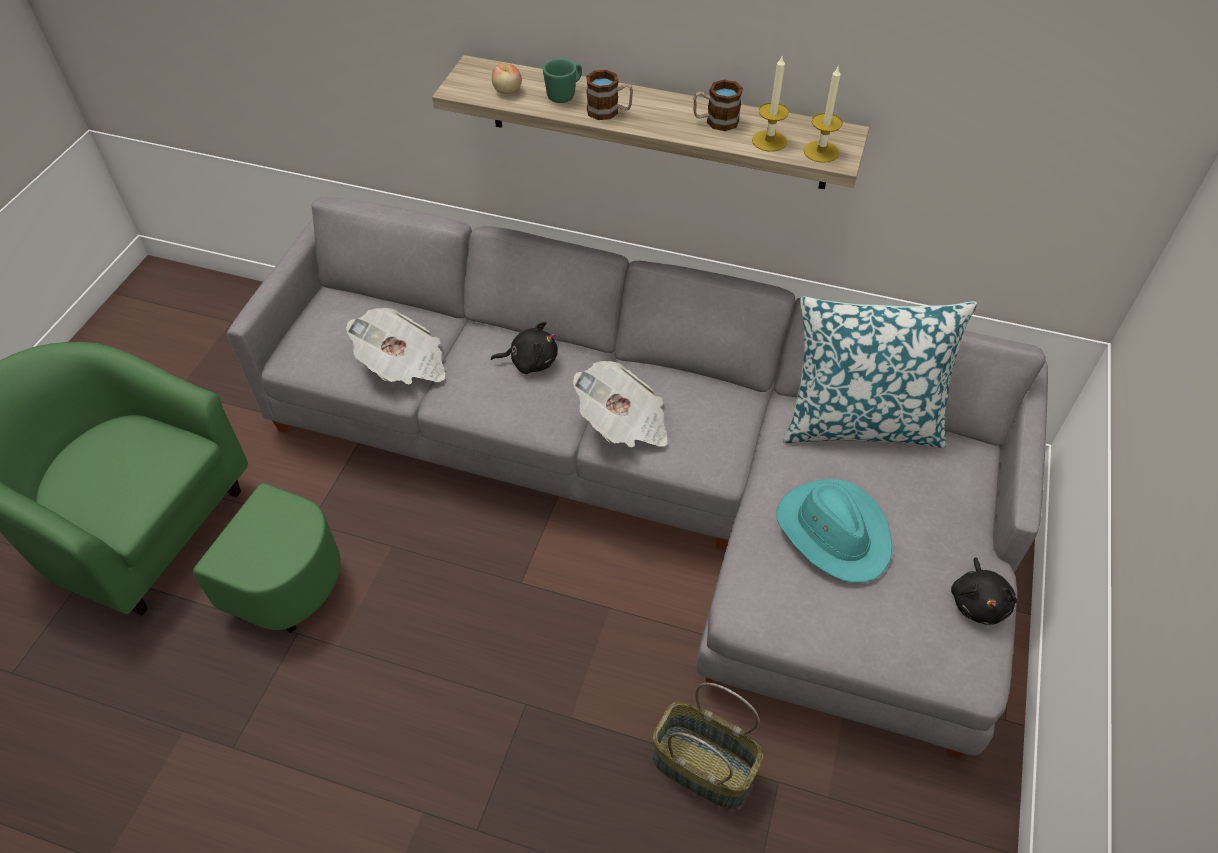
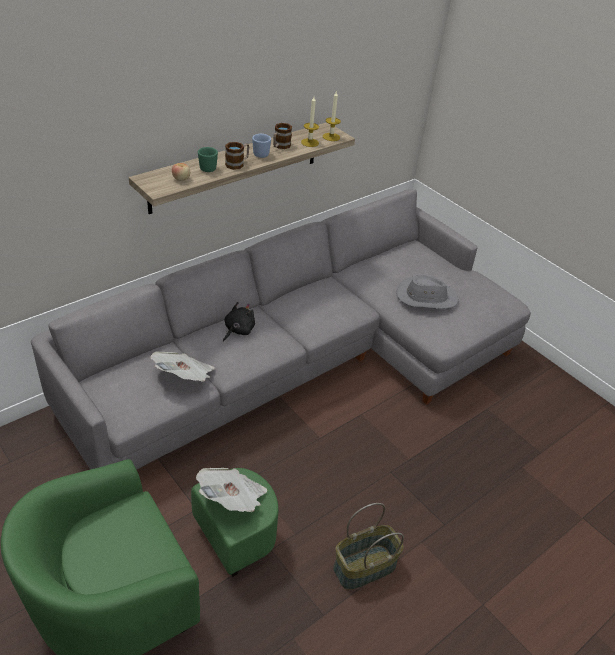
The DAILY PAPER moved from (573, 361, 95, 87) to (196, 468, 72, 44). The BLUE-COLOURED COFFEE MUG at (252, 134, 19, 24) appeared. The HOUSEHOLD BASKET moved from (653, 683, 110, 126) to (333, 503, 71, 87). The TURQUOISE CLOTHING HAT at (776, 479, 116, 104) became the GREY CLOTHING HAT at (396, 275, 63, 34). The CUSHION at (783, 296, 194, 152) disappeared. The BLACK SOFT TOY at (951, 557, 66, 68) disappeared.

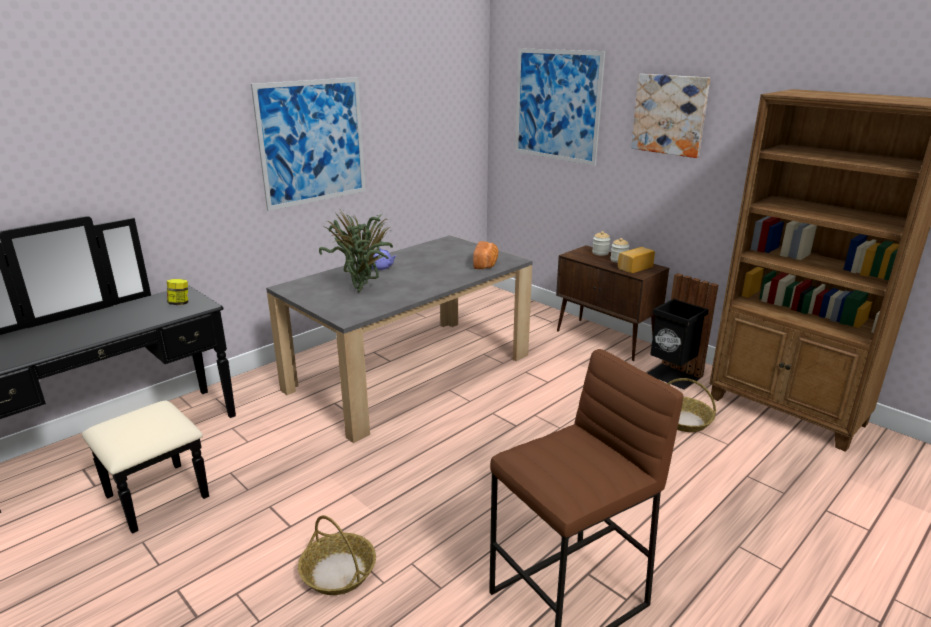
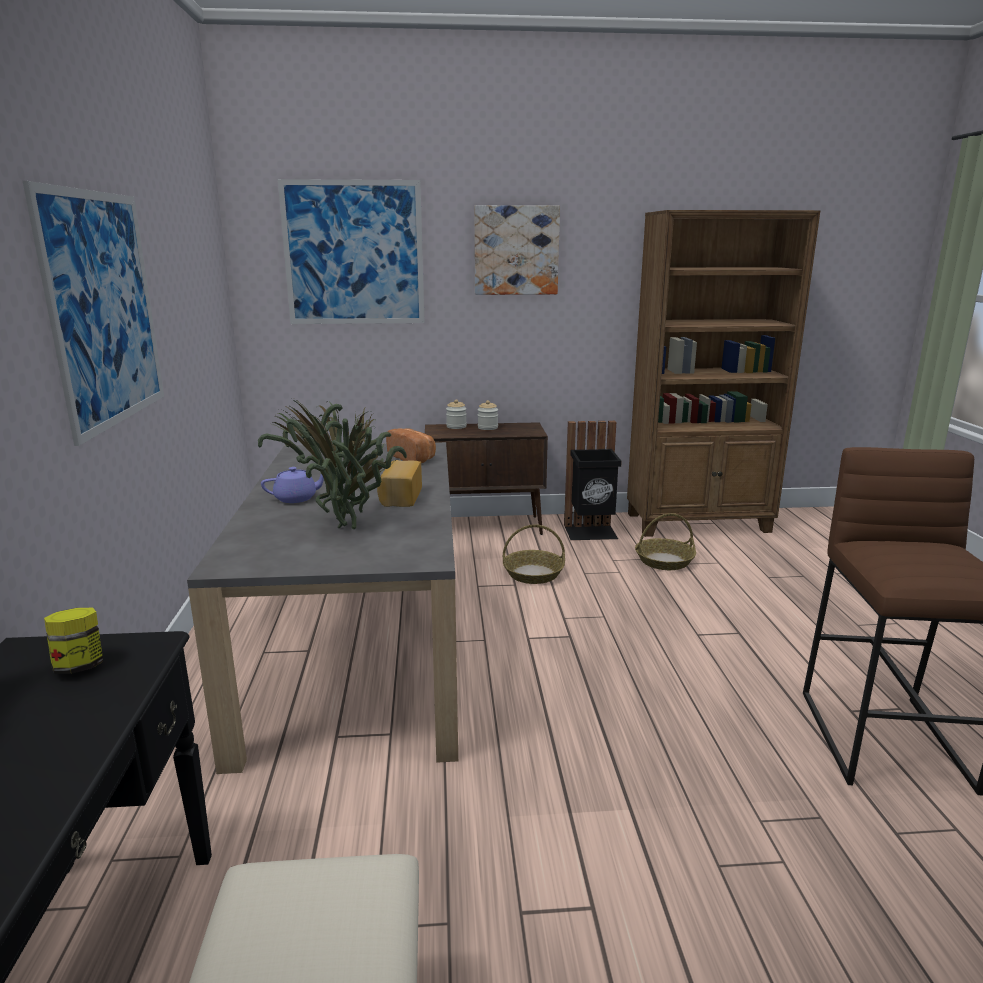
The BAKERY BREAD moved from (618, 247, 37, 26) to (377, 460, 45, 47). The HOUSEHOLD BASKET moved from (298, 515, 78, 80) to (503, 524, 62, 60).

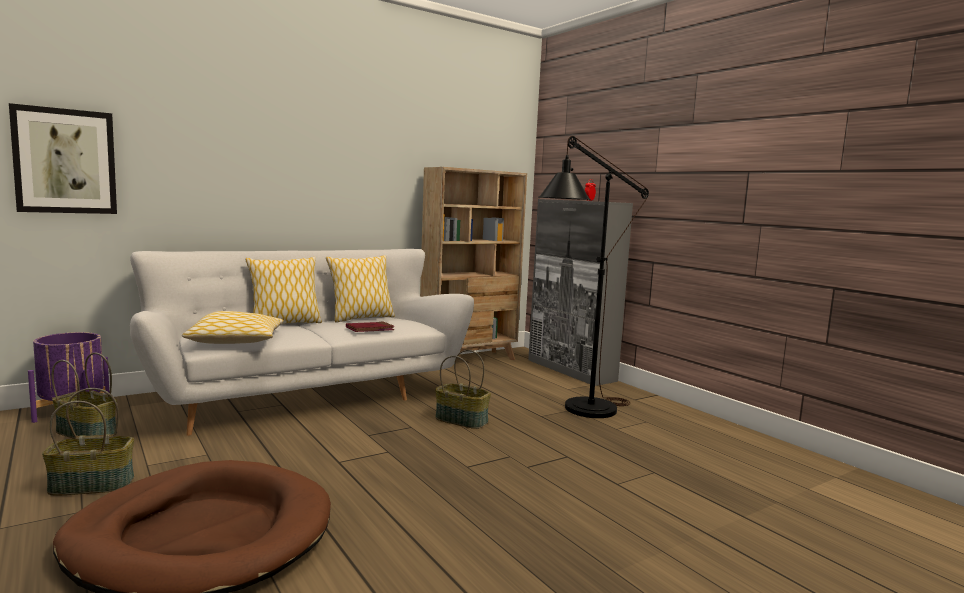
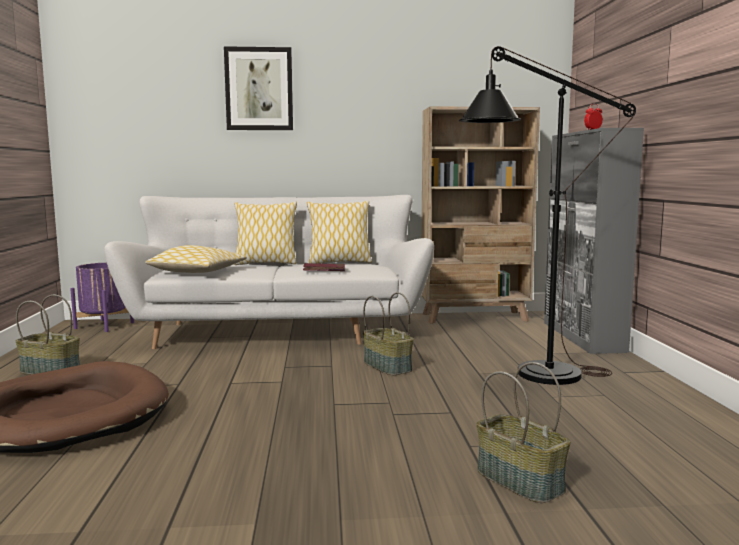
The PICTURE moved from (9, 103, 108, 111) to (224, 46, 69, 84). The HOUSEHOLD BASKET moved from (52, 353, 65, 85) to (477, 362, 93, 141).

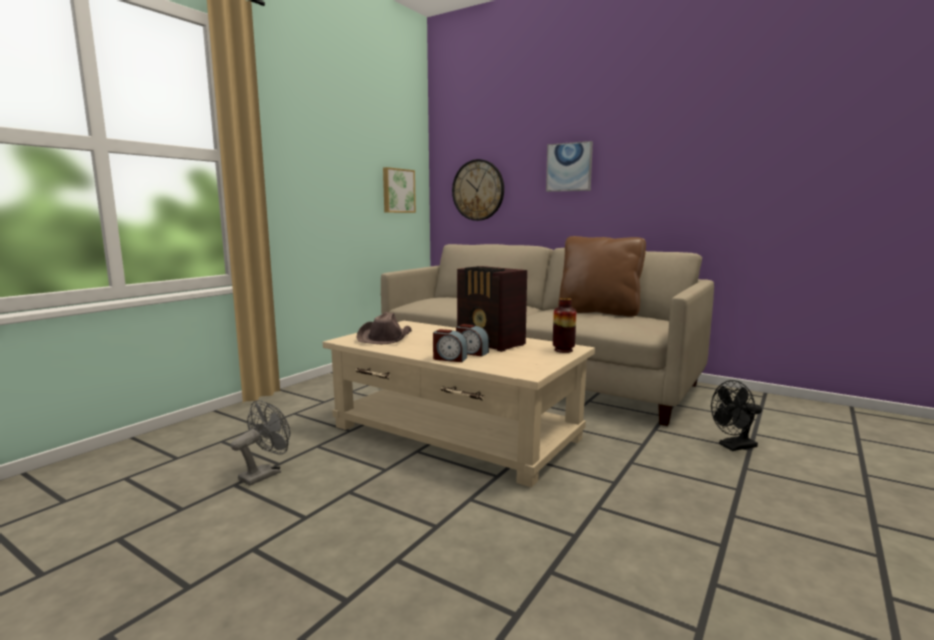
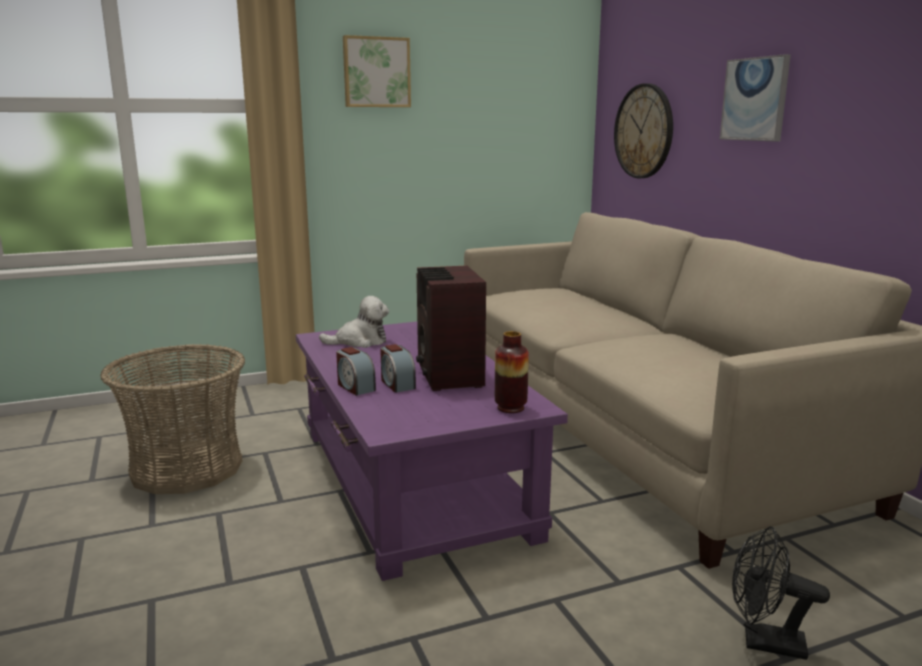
The GREY FAN at (231, 400, 59, 86) was replaced by the HOUSEHOLD BASKET at (100, 344, 145, 150). The BEIGE COFFEE TABLE at (322, 321, 273, 167) became the PURPLISH COFFEE TABLE at (296, 321, 272, 260). The BROWN-COLOURED CLOTHING HAT at (357, 312, 55, 32) was replaced by the SOFT TOY at (319, 296, 70, 52). The PICTURE moved from (383, 167, 33, 46) to (343, 35, 68, 72). The BROWN-COLOURED CUSHION at (558, 236, 88, 81) disappeared.

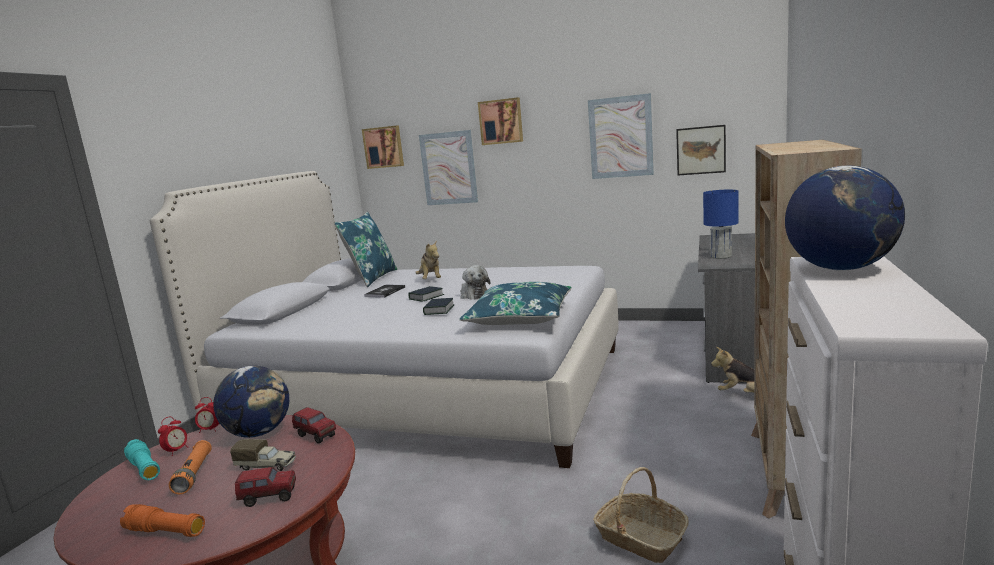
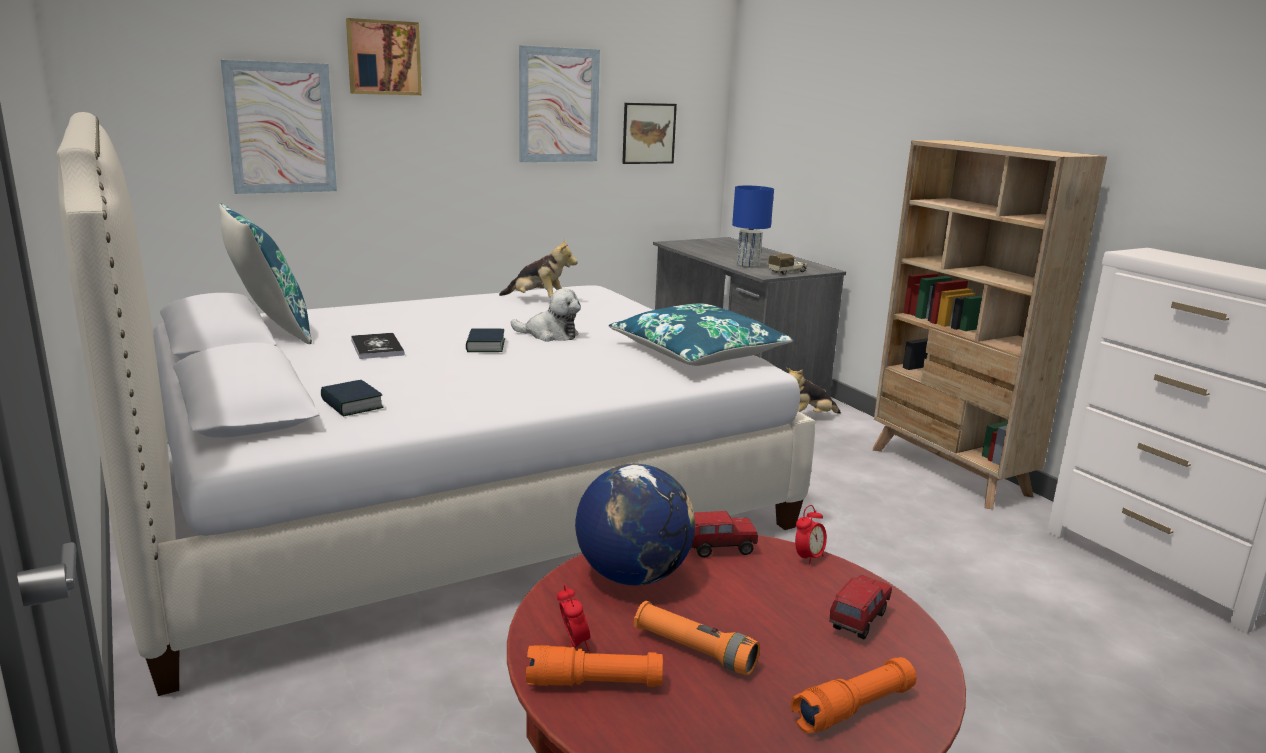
The BOUND BOOK moved from (423, 298, 32, 17) to (321, 380, 63, 37). The SOFT TOY moved from (415, 240, 26, 39) to (499, 239, 79, 59). The TURQUOISE FLASHLIGHT at (124, 439, 36, 41) became the ORANGE FLASHLIGHT at (526, 645, 137, 42). The MODEL TRUCK moved from (230, 439, 66, 32) to (768, 254, 39, 21). The TABLE CLOCK moved from (195, 397, 24, 36) to (795, 505, 32, 61). The PICTURE at (362, 125, 42, 44) disappeared. The HOUSEHOLD BASKET at (593, 467, 96, 96) disappeared. The WORLD GLOBE at (785, 165, 120, 106) disappeared.

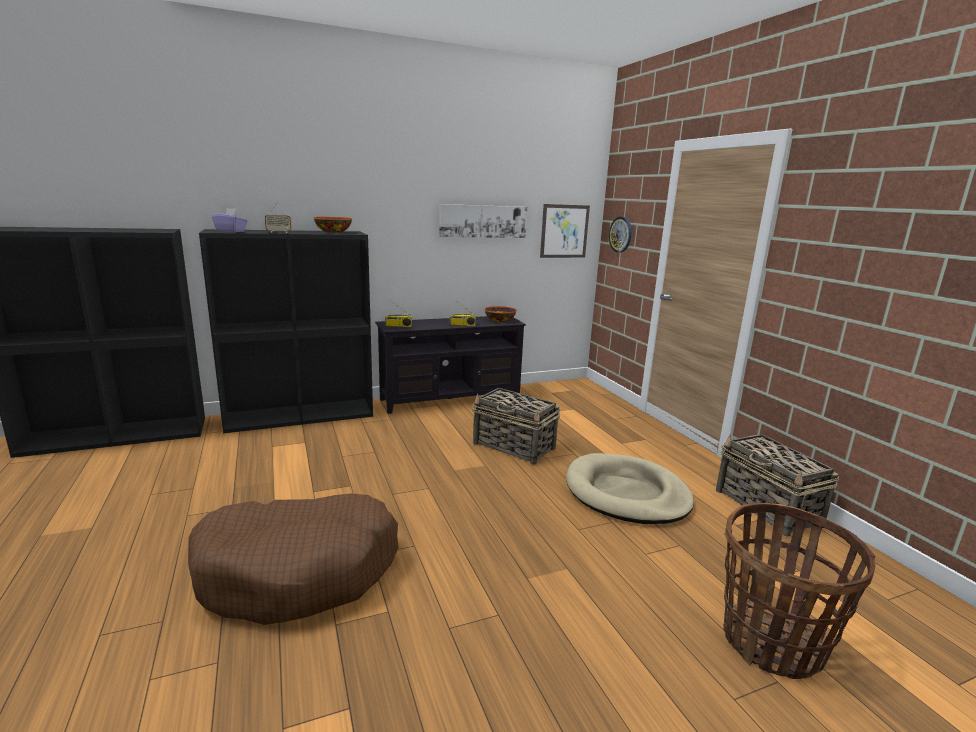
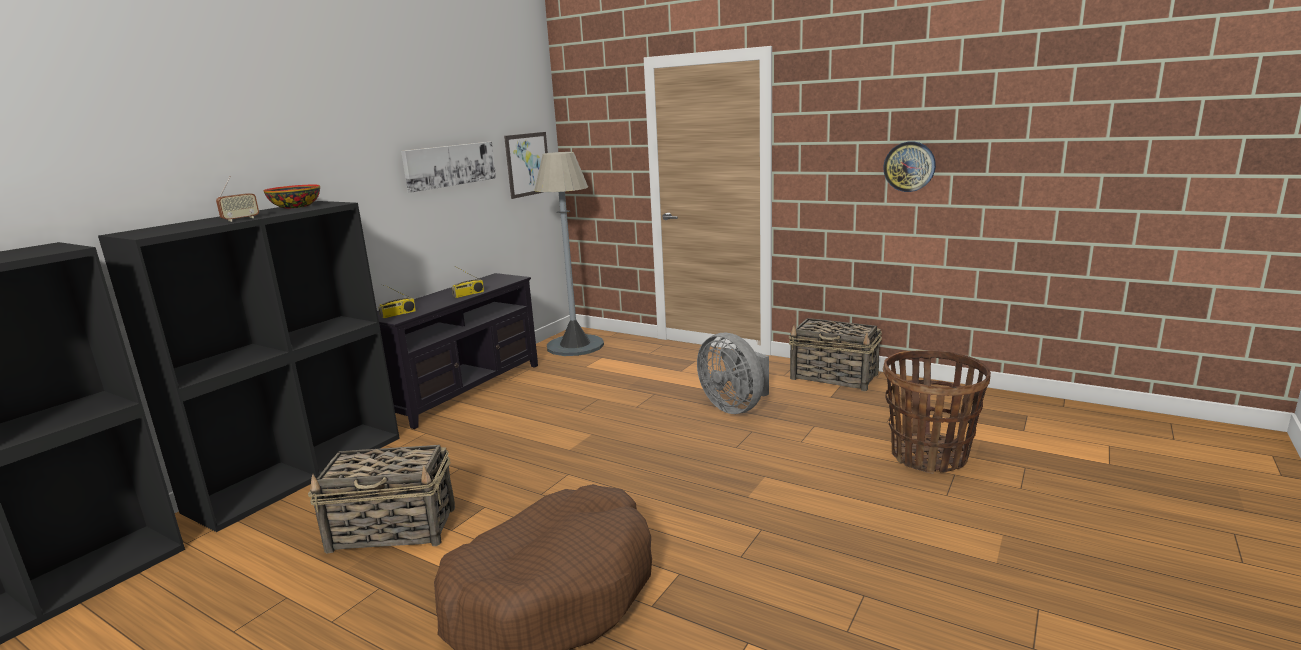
The HOUSEHOLD BASKET moved from (472, 388, 88, 77) to (308, 445, 147, 109). The GREY FLOOR LAMP at (534, 152, 70, 204) appeared. The BEIGE PET BED at (566, 453, 128, 71) was replaced by the GREY FAN at (697, 333, 72, 81). The HANGING CLOCK moved from (609, 217, 23, 36) to (883, 141, 53, 51). The PURPLISH TISSUE HOLDER at (212, 208, 35, 24) disappeared. The BOWL at (485, 306, 31, 16) disappeared.

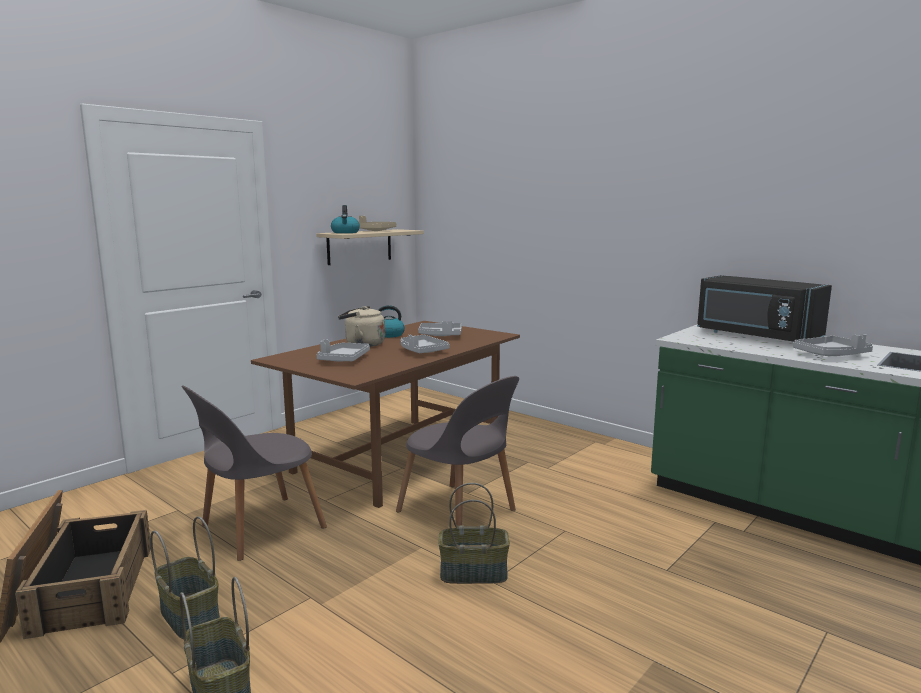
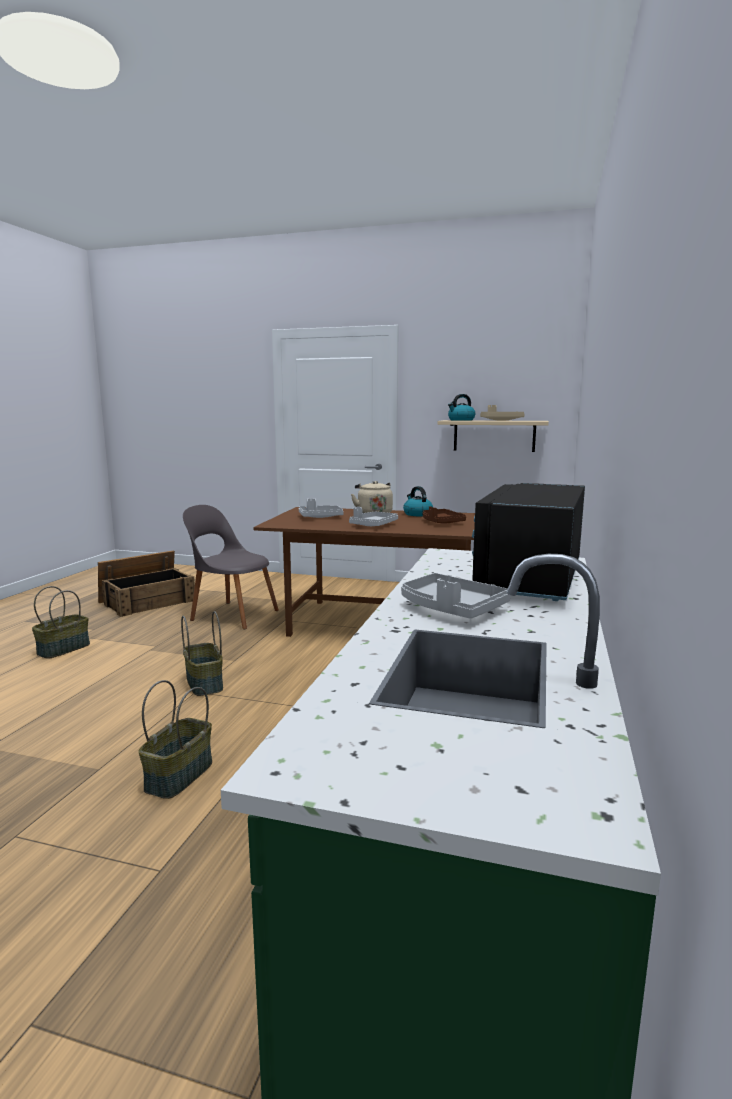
The HOUSEHOLD BASKET moved from (150, 516, 70, 124) to (138, 680, 74, 119). The GREY SERVING TRAY at (418, 321, 44, 15) became the BROWN-COLOURED SERVING TRAY at (423, 506, 43, 18). The GREY UPRIGHT CHAIR at (396, 376, 123, 150) disappeared.

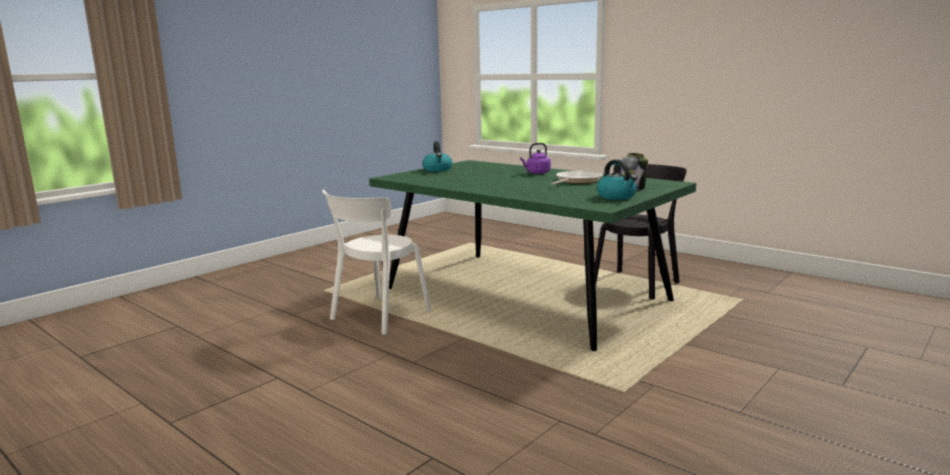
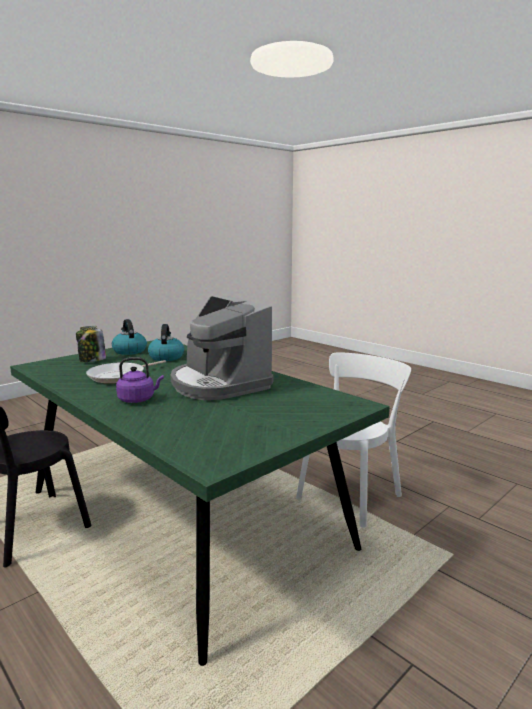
The WATER KETTLE moved from (422, 141, 30, 31) to (148, 324, 36, 37). The COFFEE MACHINE at (170, 296, 104, 104) appeared.

